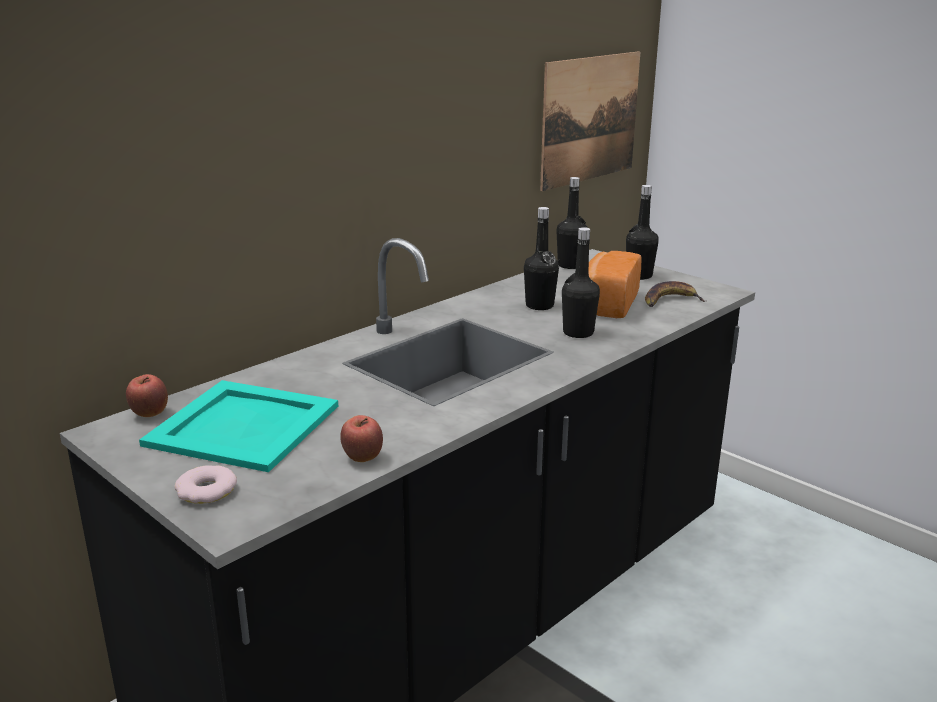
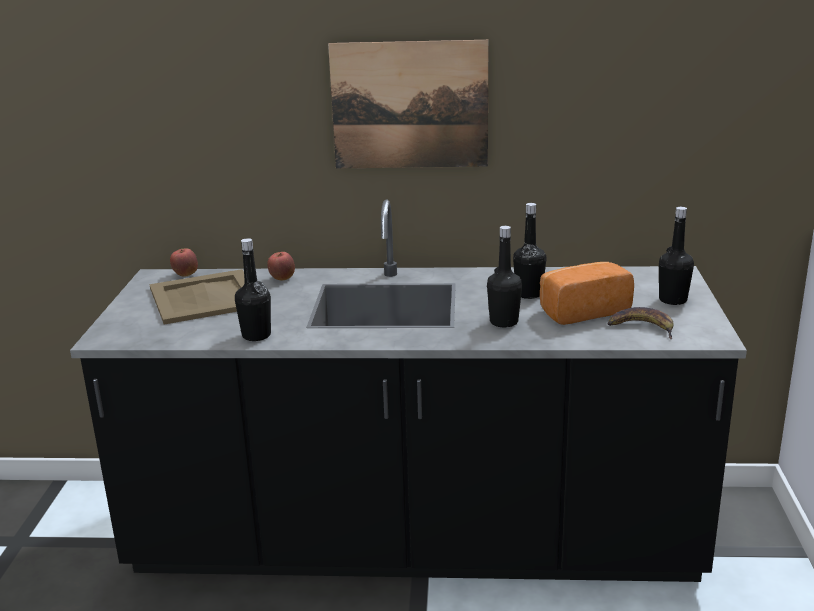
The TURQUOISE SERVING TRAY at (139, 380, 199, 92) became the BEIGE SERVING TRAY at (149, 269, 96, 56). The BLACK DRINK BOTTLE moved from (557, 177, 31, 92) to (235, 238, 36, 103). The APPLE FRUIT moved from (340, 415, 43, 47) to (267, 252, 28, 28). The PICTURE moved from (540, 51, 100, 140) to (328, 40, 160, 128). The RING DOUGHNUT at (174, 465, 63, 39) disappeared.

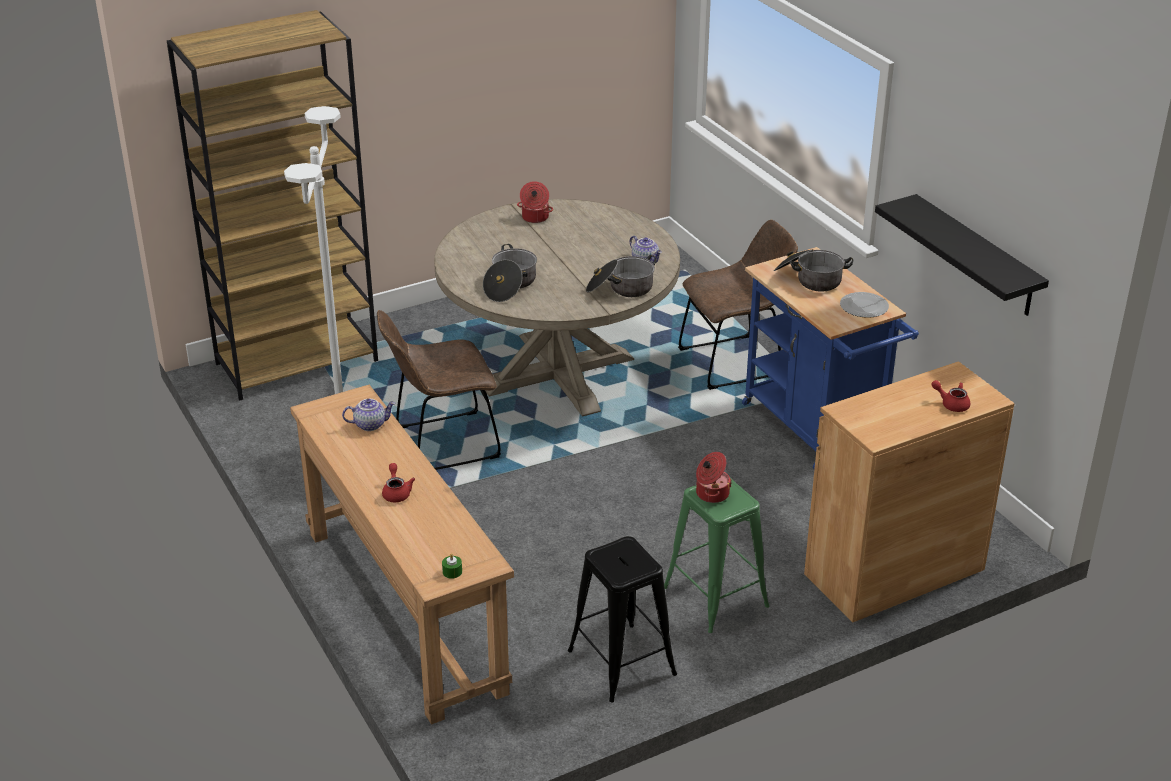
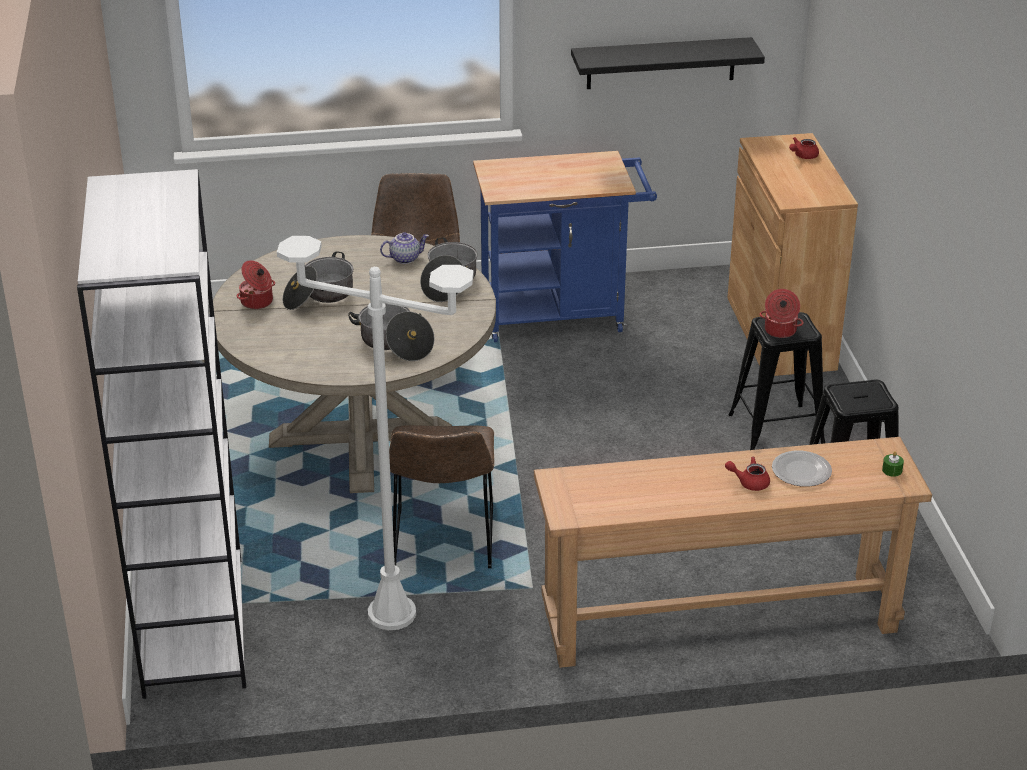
The BROWN-COLOURED BOOKSHELF at (167, 10, 211, 391) became the WHITE-COLOURED BOOKSHELF at (77, 169, 169, 530). The COOKING POT moved from (774, 249, 80, 43) to (282, 252, 71, 58). The GREEN SITTING STOOL at (664, 478, 105, 155) became the BLACK SITTING STOOL at (729, 312, 96, 138). The DINNER PLATE moved from (840, 292, 49, 26) to (772, 451, 60, 36). The TEA POT at (342, 399, 54, 32) disappeared.

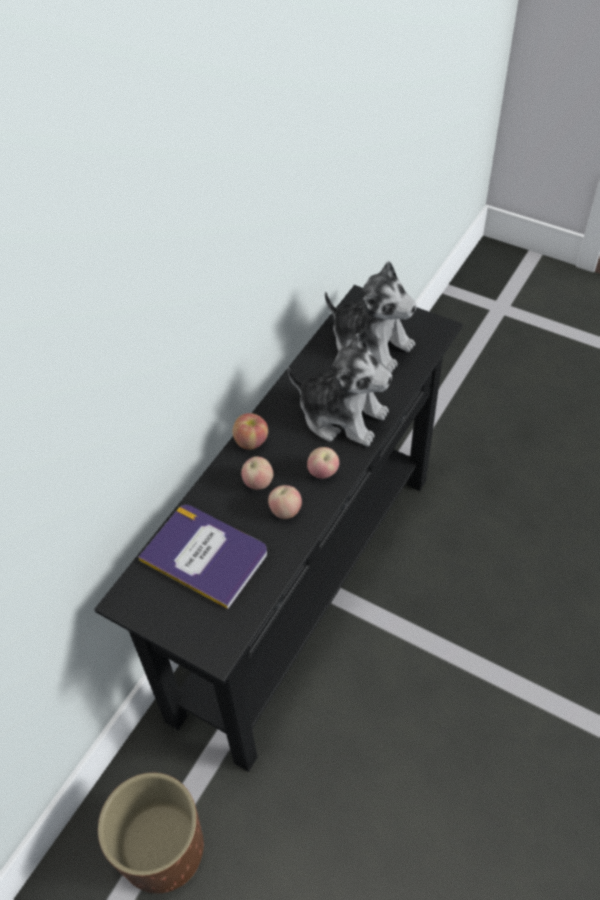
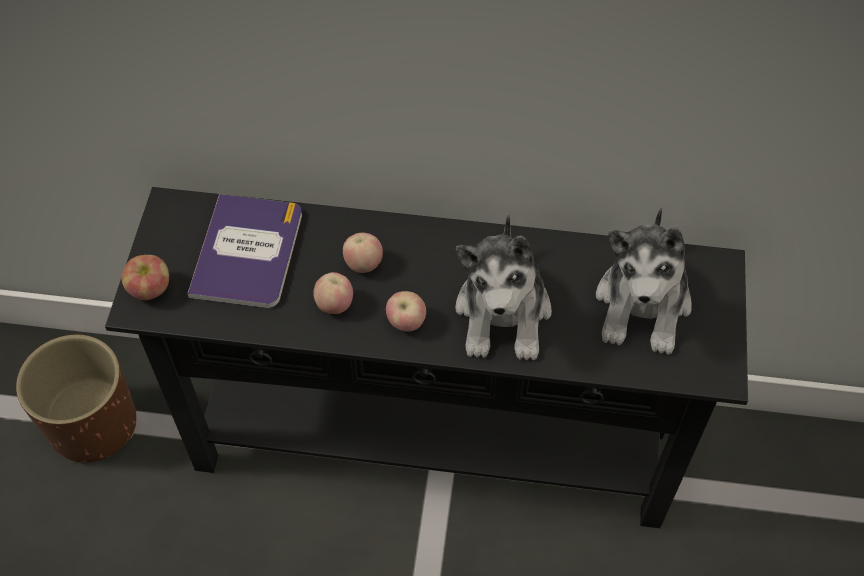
The APPLE FRUIT moved from (233, 413, 35, 37) to (121, 255, 48, 45).

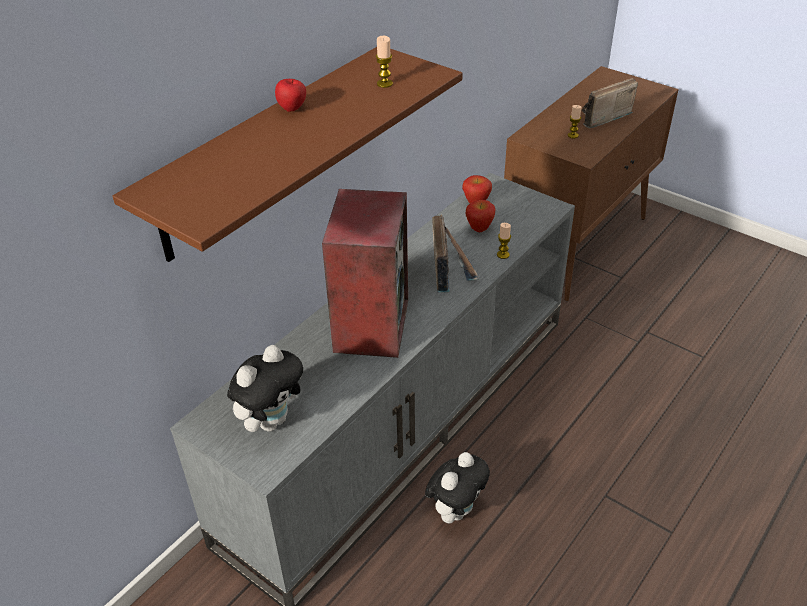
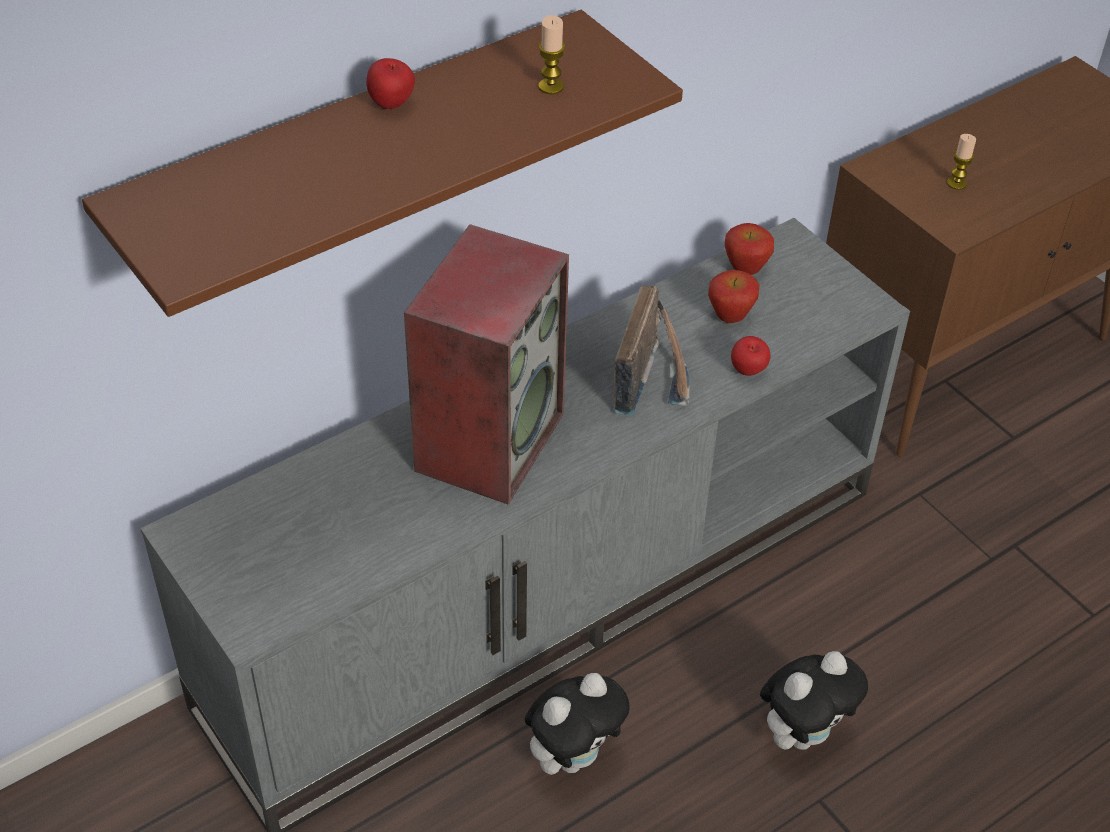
The WAX CANDLE at (497, 223, 14, 36) was replaced by the APPLE FRUIT at (731, 336, 40, 40). The SOFT TOY moved from (227, 345, 76, 87) to (760, 651, 108, 99). The RADIO RECEIVER at (582, 78, 56, 50) disappeared.

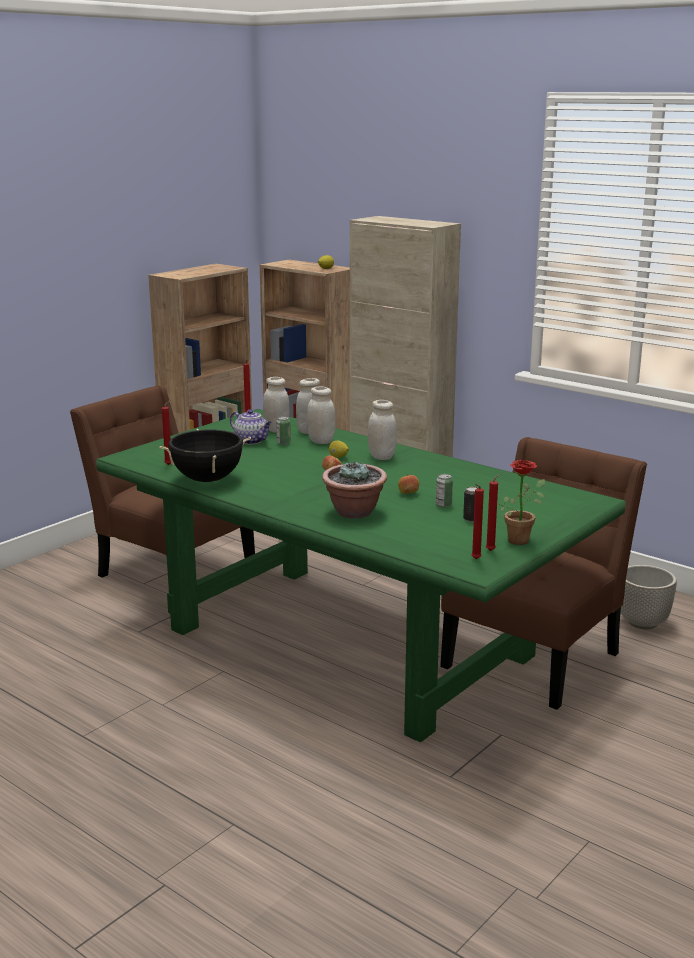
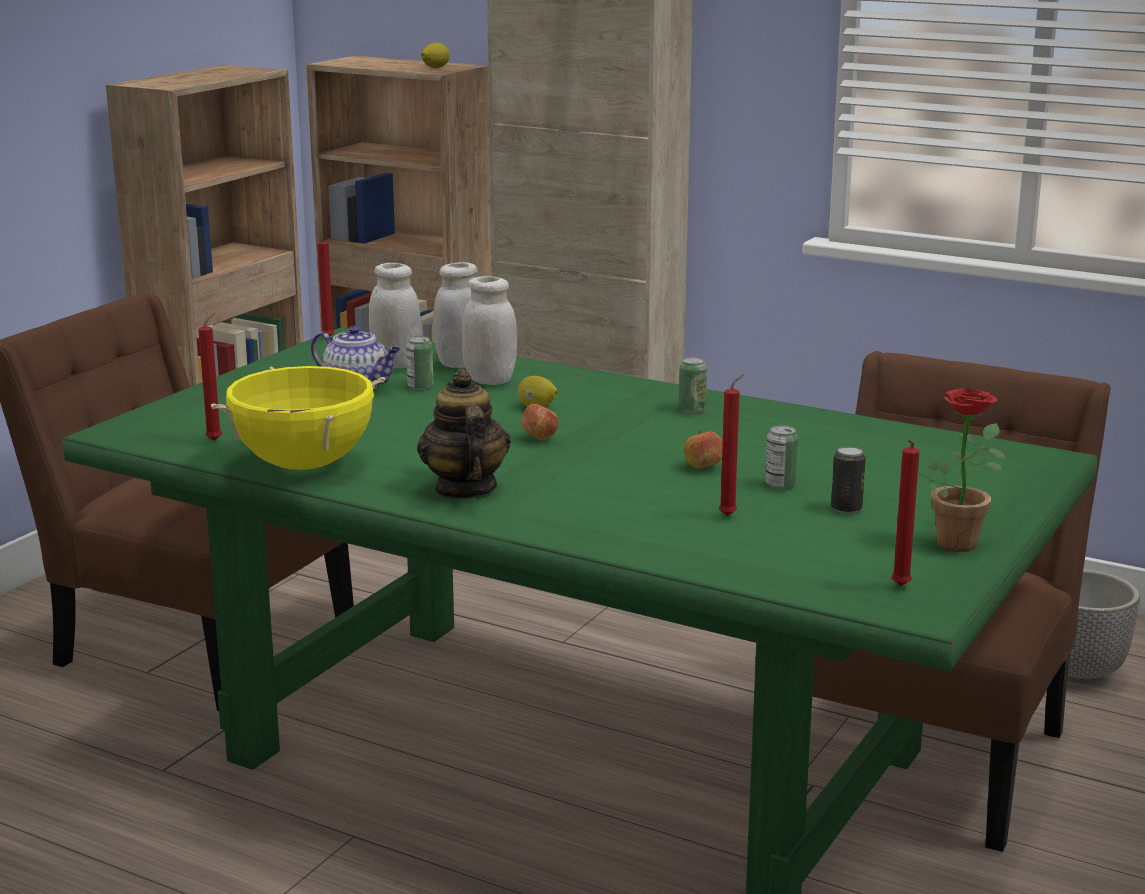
The BLACK COOKING POT at (160, 429, 91, 53) became the YELLOWISH COOKING POT at (211, 366, 174, 104). The TEA POT at (417, 369, 94, 130) appeared. The METAL CAN at (679, 357, 28, 56) appeared. The RED WAX CANDLE moved from (486, 473, 16, 78) to (719, 374, 25, 142). The POTTED PLANT at (322, 462, 65, 57) disappeared. The WHITE-COLOURED STORAGE JAR at (368, 400, 29, 60) disappeared.

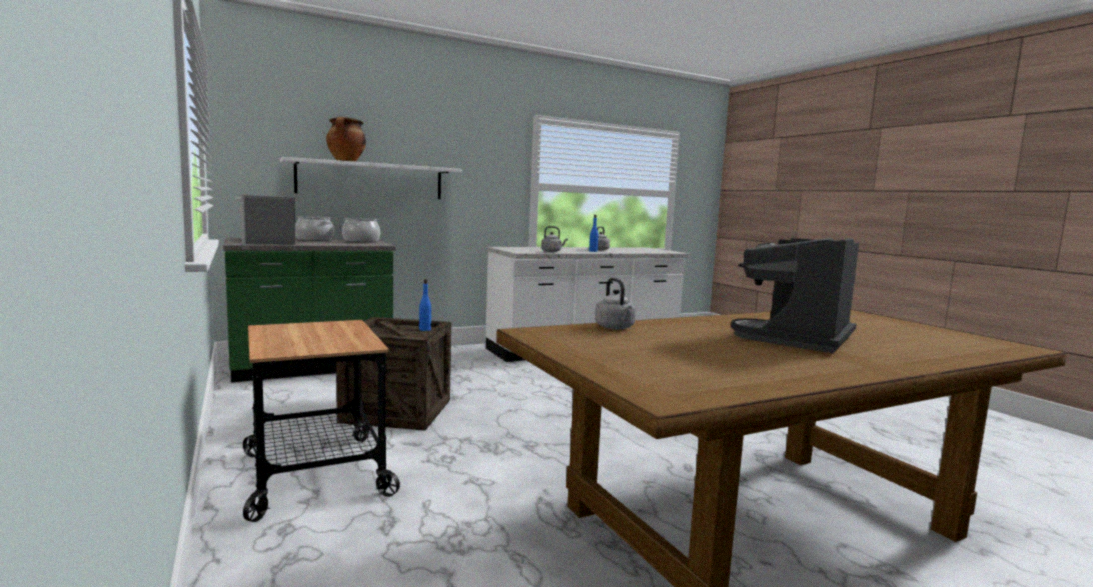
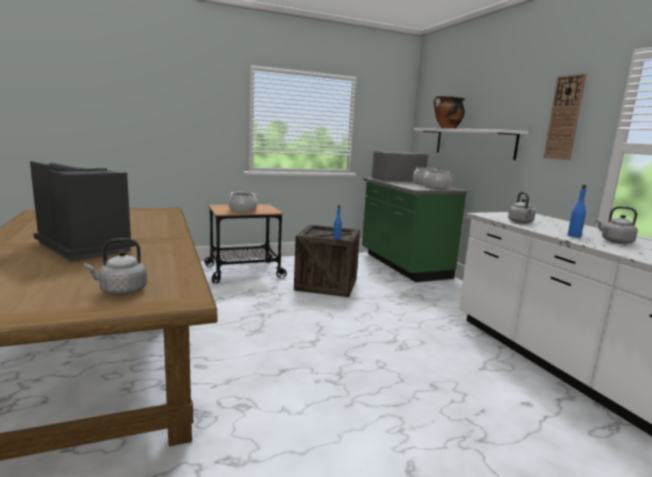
The GREY WATER KETTLE moved from (595, 278, 41, 52) to (84, 238, 63, 57). The COOKING POT at (227, 192, 32, 21) appeared. The HANGING CLOCK at (543, 74, 43, 86) appeared.

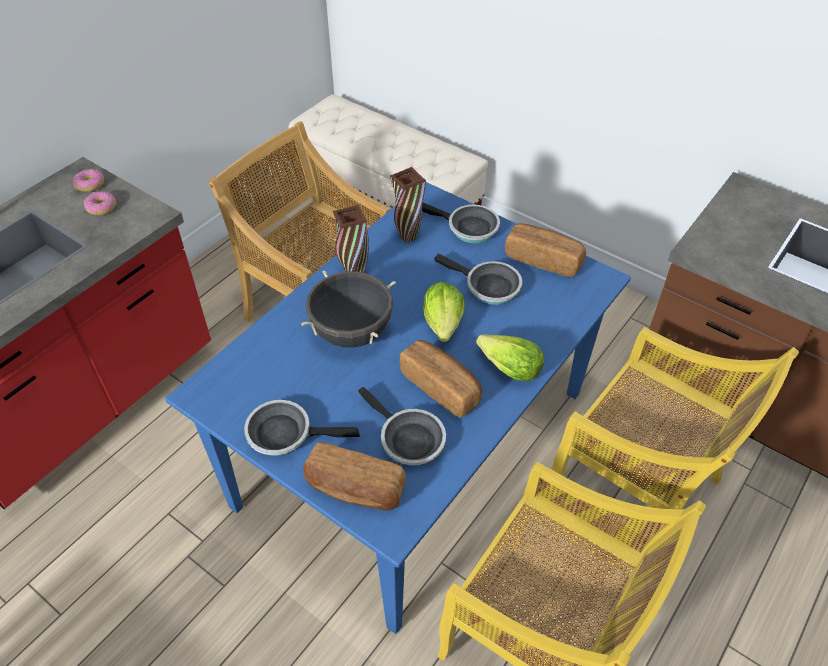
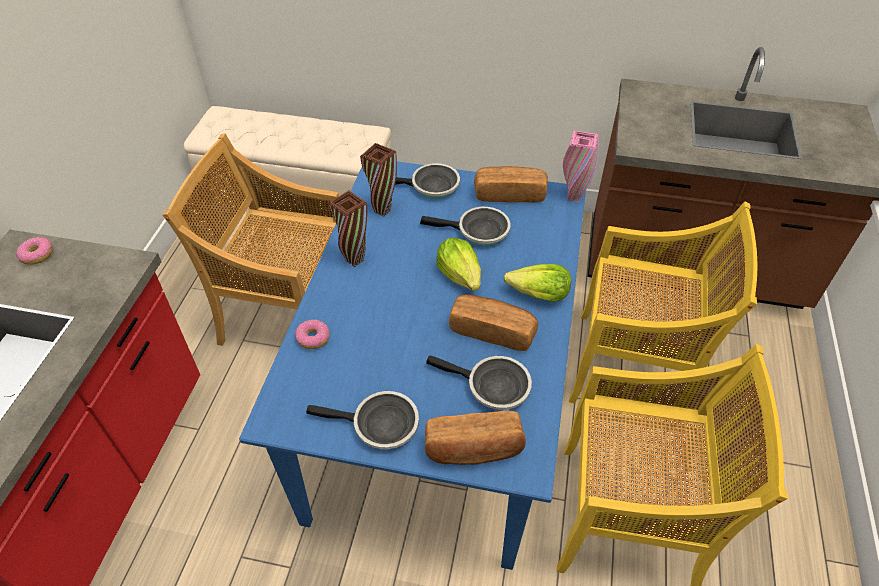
The RING DOUGHNUT moved from (84, 191, 32, 24) to (295, 319, 34, 30). The FRYING PAN at (244, 400, 116, 56) turned 150 degrees counterclockwise. The PINK-COLOURED VASE at (563, 131, 36, 71) appeared. The BLACK COOKING POT at (301, 270, 95, 78) disappeared.

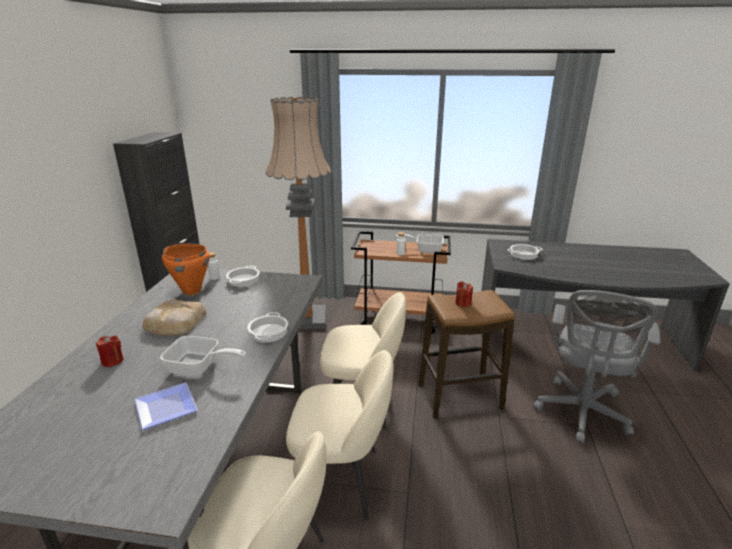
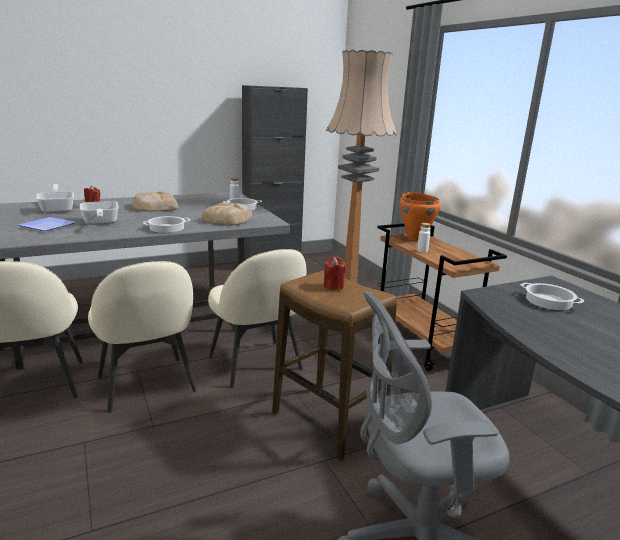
The FRYING PAN moved from (396, 234, 48, 19) to (36, 184, 38, 29). The BAKERY BREAD at (201, 202, 51, 24) appeared. The ORANGE COOKING POT moved from (162, 244, 48, 51) to (399, 192, 42, 48).

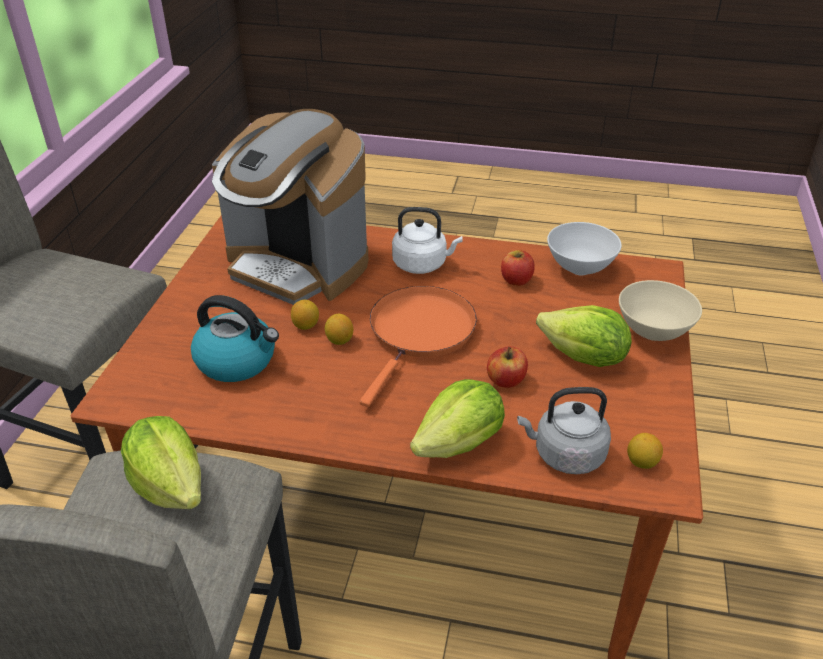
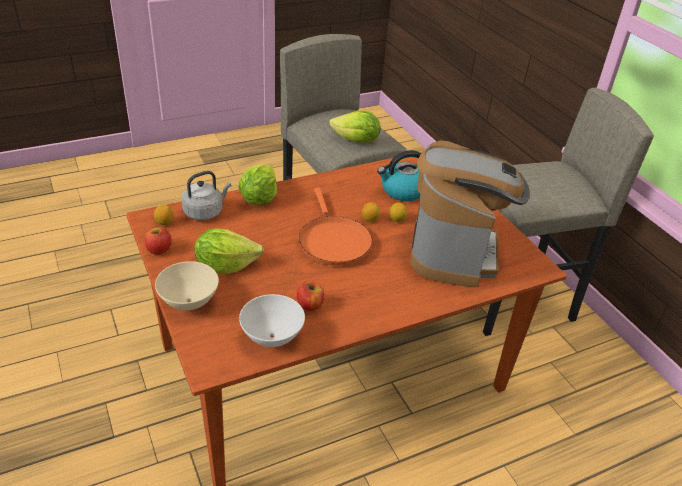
The APPLE FRUIT moved from (487, 346, 41, 42) to (145, 227, 27, 28). The COFFEE MACHINE at (212, 109, 156, 196) turned 105 degrees clockwise. The WHITE-COLOURED WATER KETTLE at (392, 207, 71, 67) disappeared.

